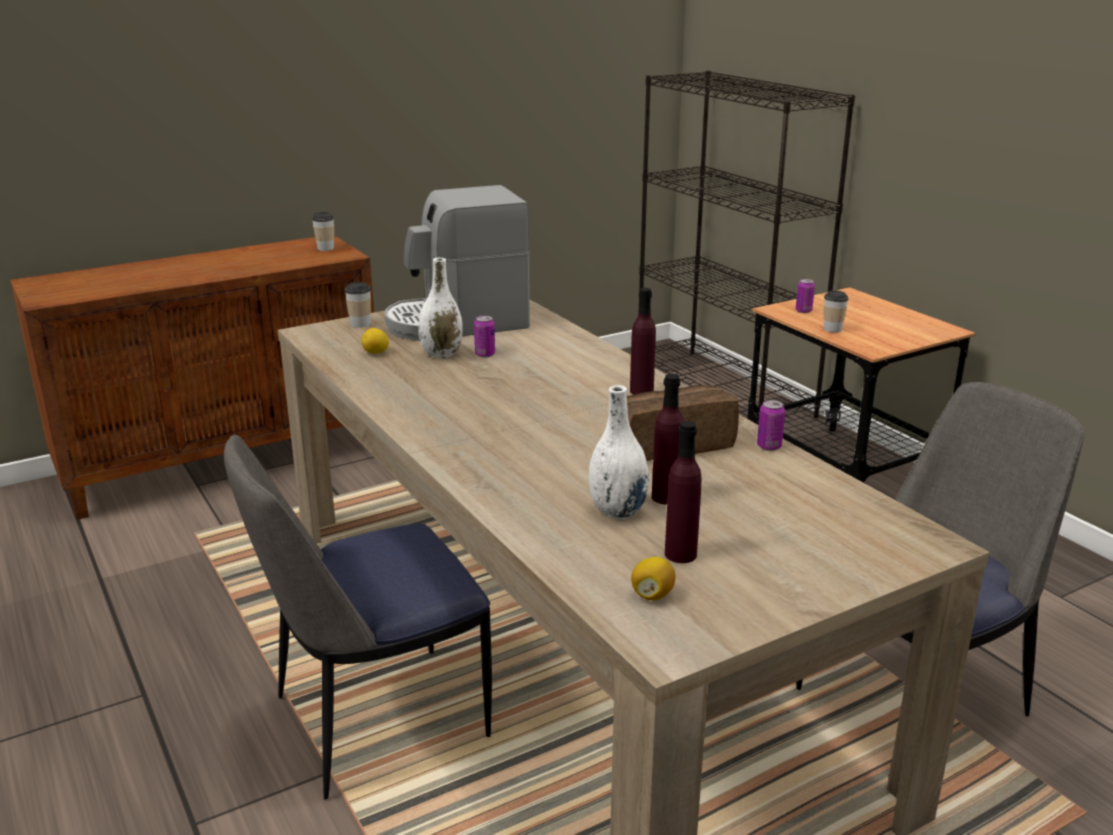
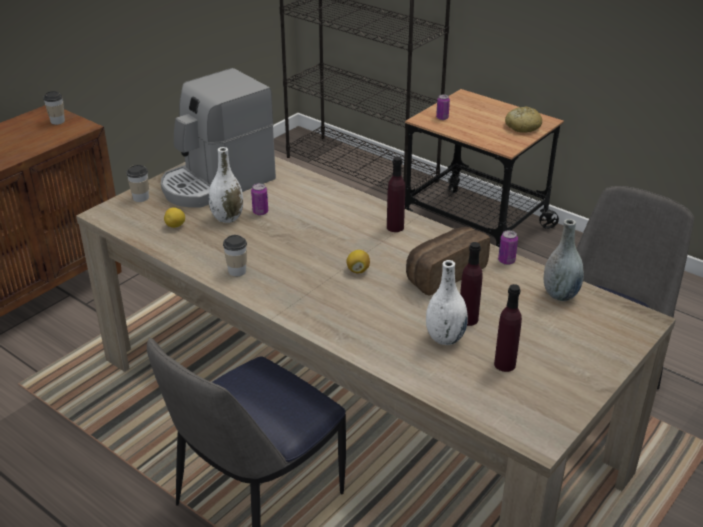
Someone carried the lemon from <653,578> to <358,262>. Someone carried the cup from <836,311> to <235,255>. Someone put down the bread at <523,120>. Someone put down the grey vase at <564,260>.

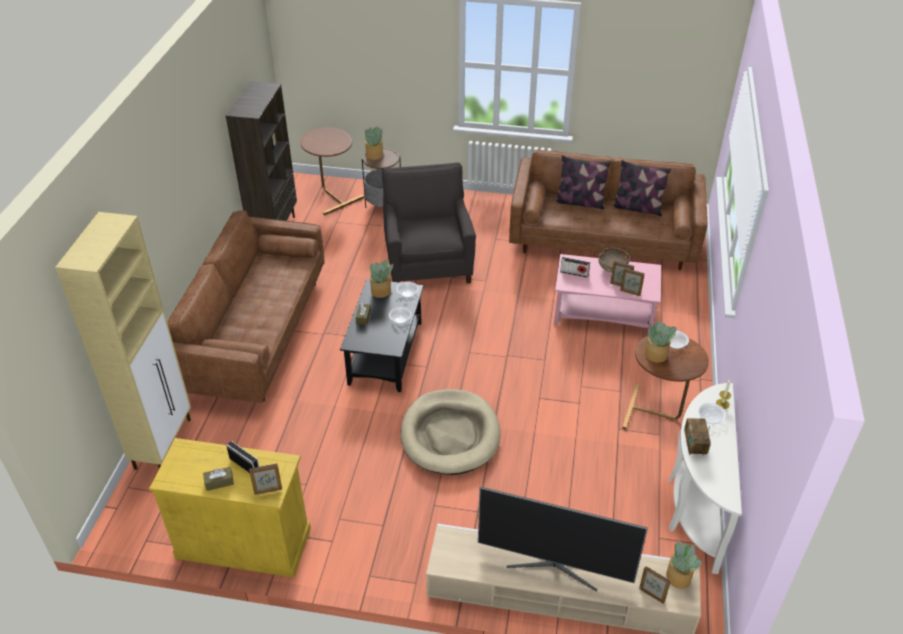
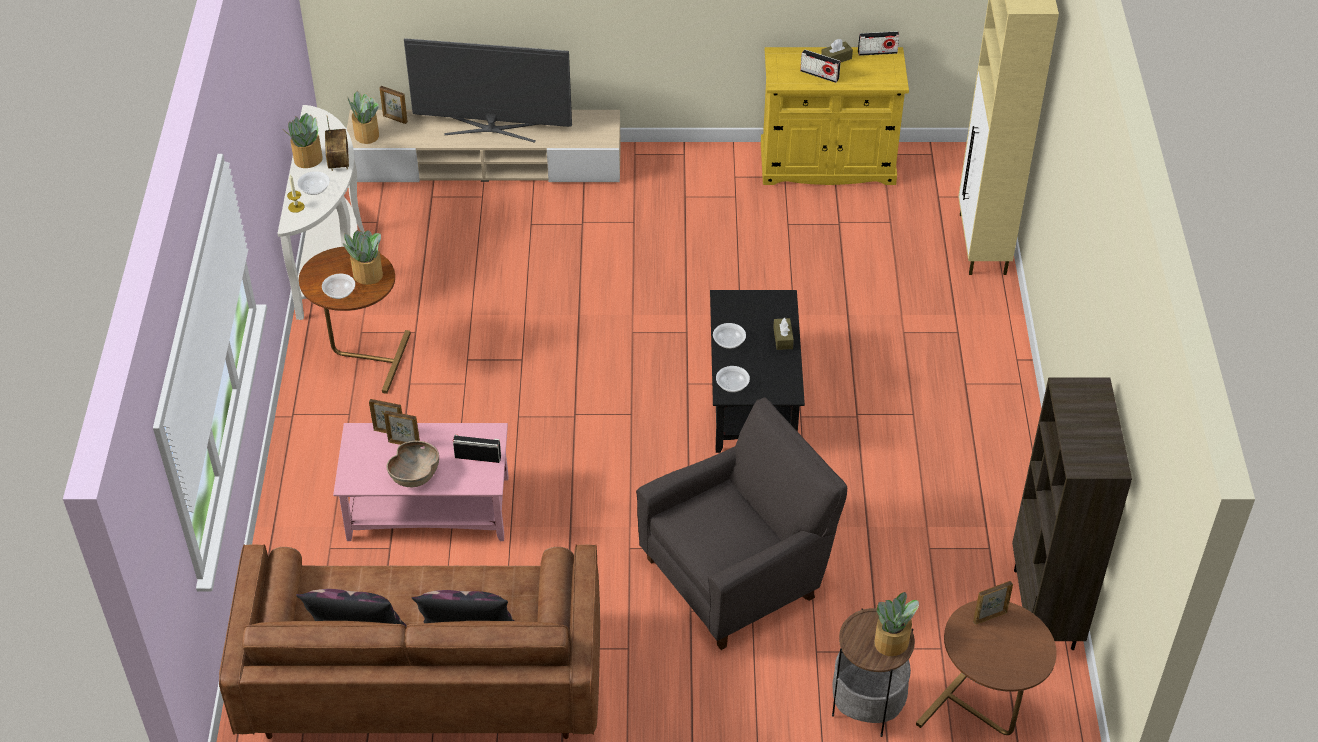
Someone took away the brown sofa at <246,306>. Someone carried the picture frame from <265,479> to <993,603>. Someone carried the potted plant from <381,279> to <303,140>. Someone rotated the grey armchair at <429,223> by 105 degrees counterclockwise. Someone took away the beige dog bed at <450,432>. Someone put down the radio at <878,43>.

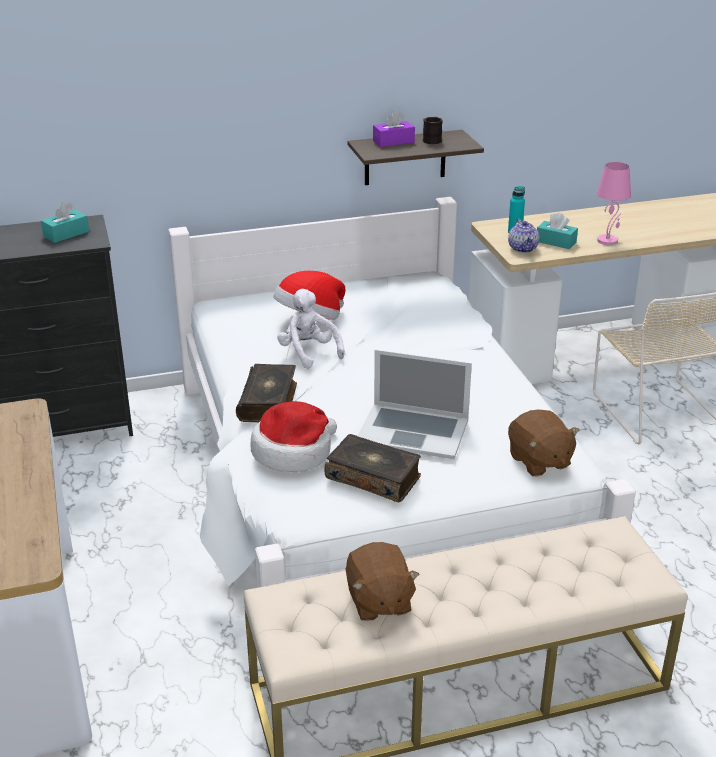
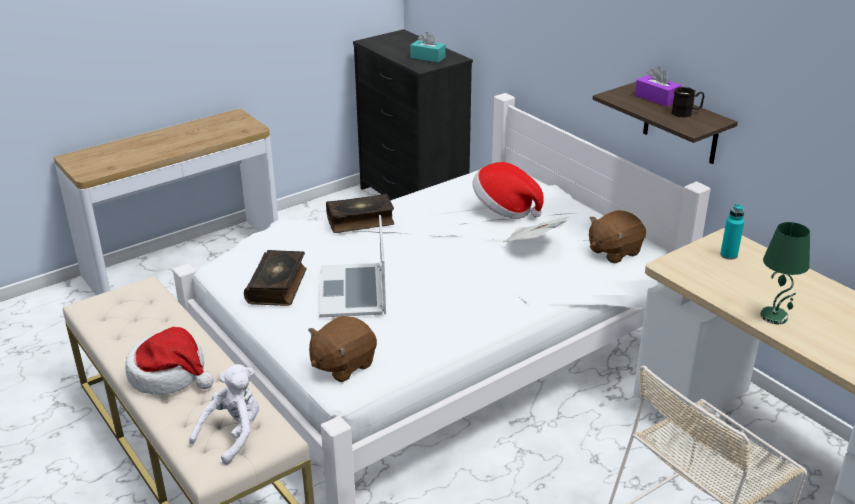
Someone carried the hat from <294,436> to <169,361>. Someone carried the white plush toy from <311,329> to <224,414>. Someone carried the brown plush toy from <383,581> to <617,236>. Someone took away the teapot at <523,236>. Someone took away the turquoise tissue box at <557,231>. Someone repainted the pink table lamp at <613,203>, which became the green table lamp at <785,273>. Someone put down the newspaper at <536,229>.

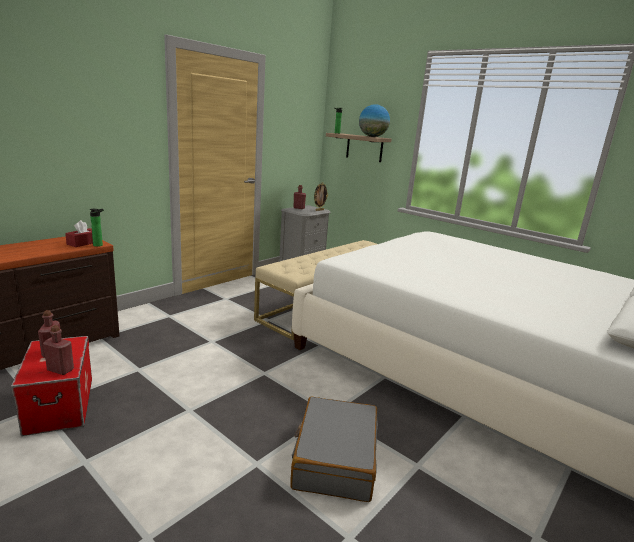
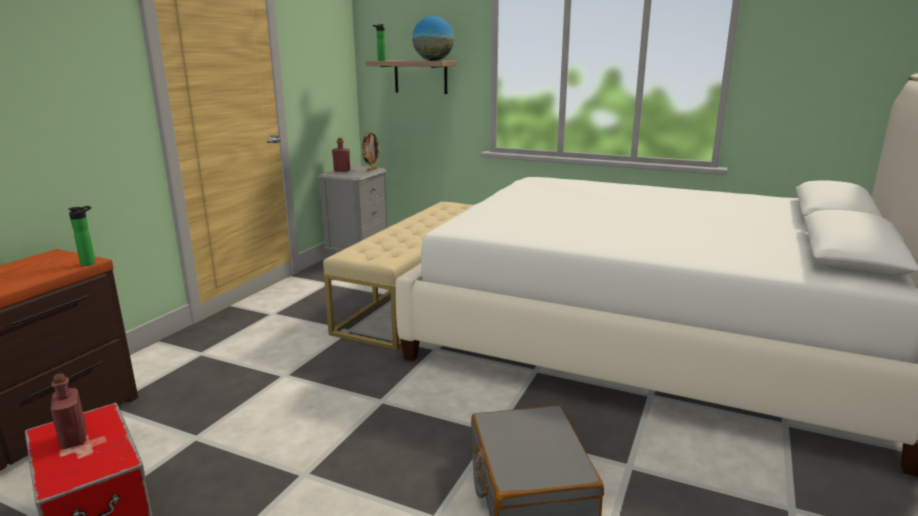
Someone took away the red bottle at <58,350>. Someone took away the red tissue box at <79,233>.

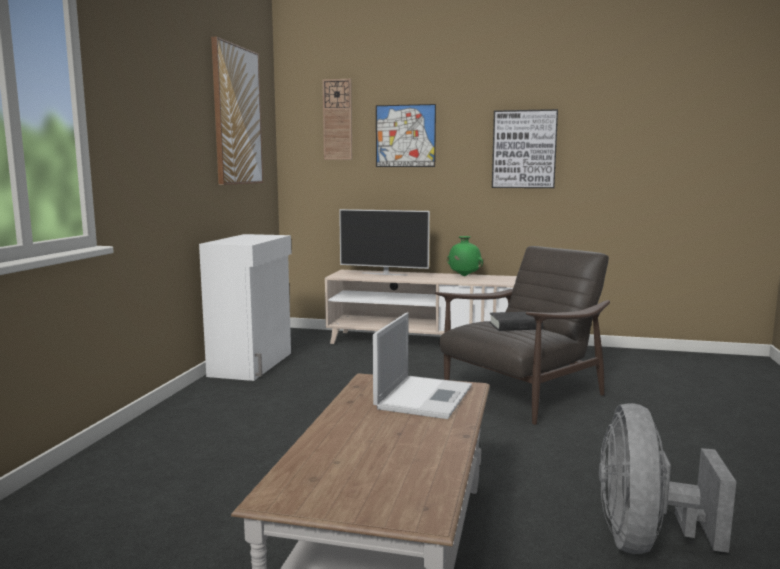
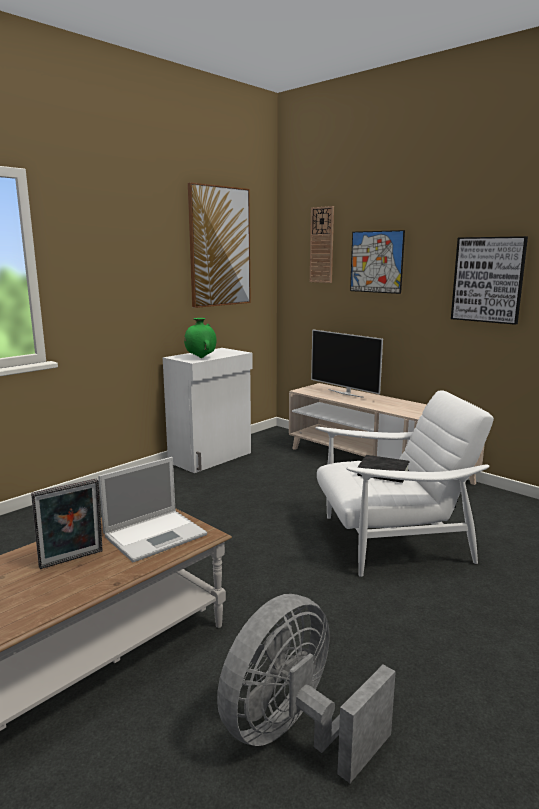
Someone repainted the brown armchair at <522,335>, which became the white armchair at <404,483>. Someone carried the green vase from <465,256> to <200,338>. Someone put down the picture frame at <67,523>.

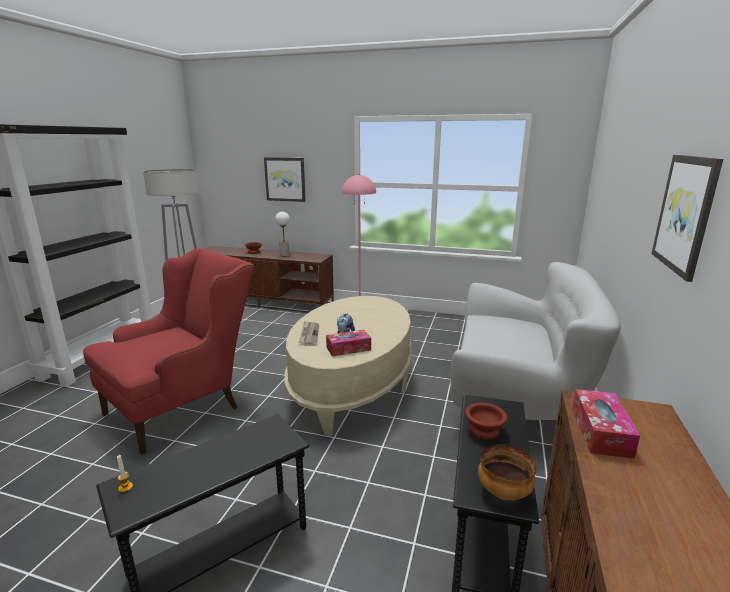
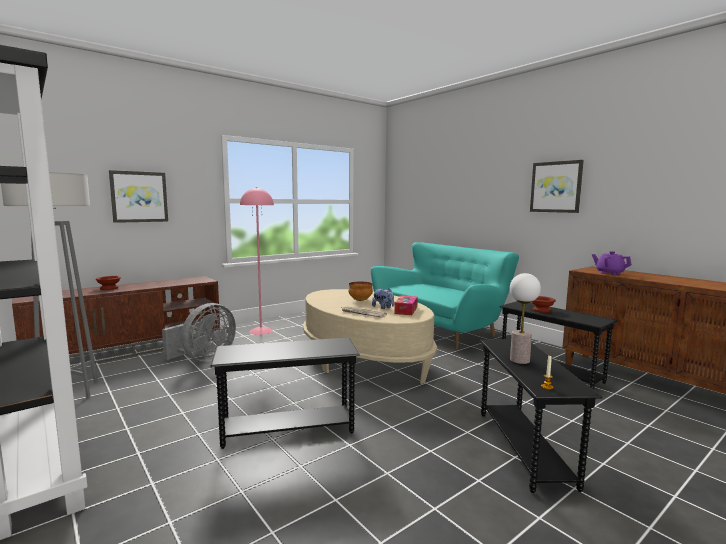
Someone swapped the red armchair at <168,351> for the black side table at <285,393>. Someone carried the table lamp from <282,234> to <525,318>. Someone repainted the white sofa at <535,341>, which became the turquoise sofa at <445,295>. Someone carried the bowl from <507,472> to <361,291>. Someone swapped the tissue box at <606,424> for the purple teapot at <612,263>. Someone put down the grey fan at <199,332>.

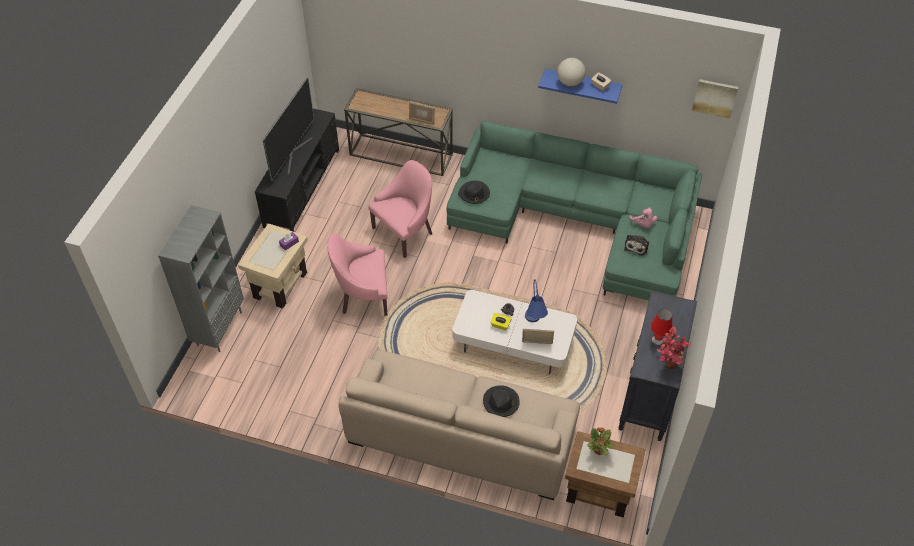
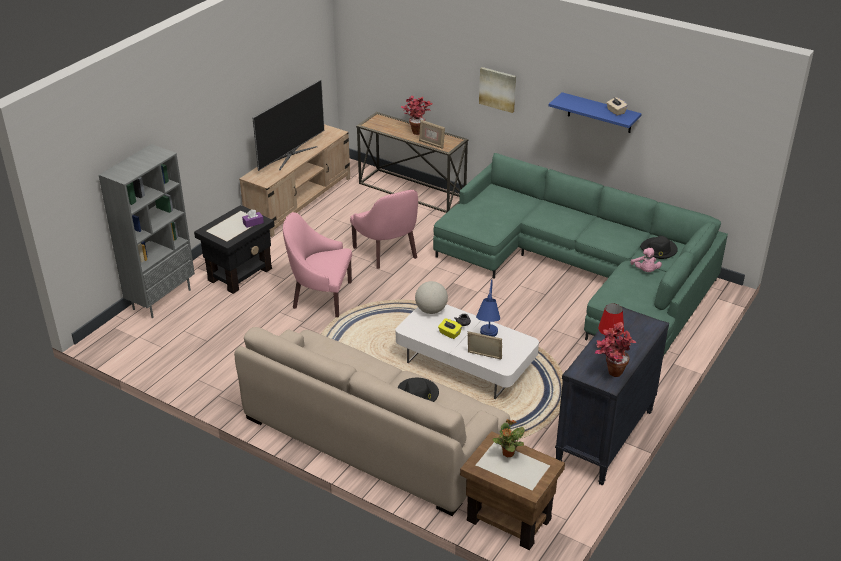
Someone repainted the beige side table at <273,266>, which became the black side table at <234,249>. Someone repainted the black tv stand at <297,170>, which became the beige tv stand at <294,180>. Someone rotated the pink armchair at <400,209> by 90 degrees clockwise. Someone carried the black hat from <474,192> to <659,247>. Someone carried the globe from <571,72> to <431,297>. Someone took away the plush toy at <636,245>. Someone carried the picture from <715,99> to <497,90>. Someone put down the potted plant at <416,115>.

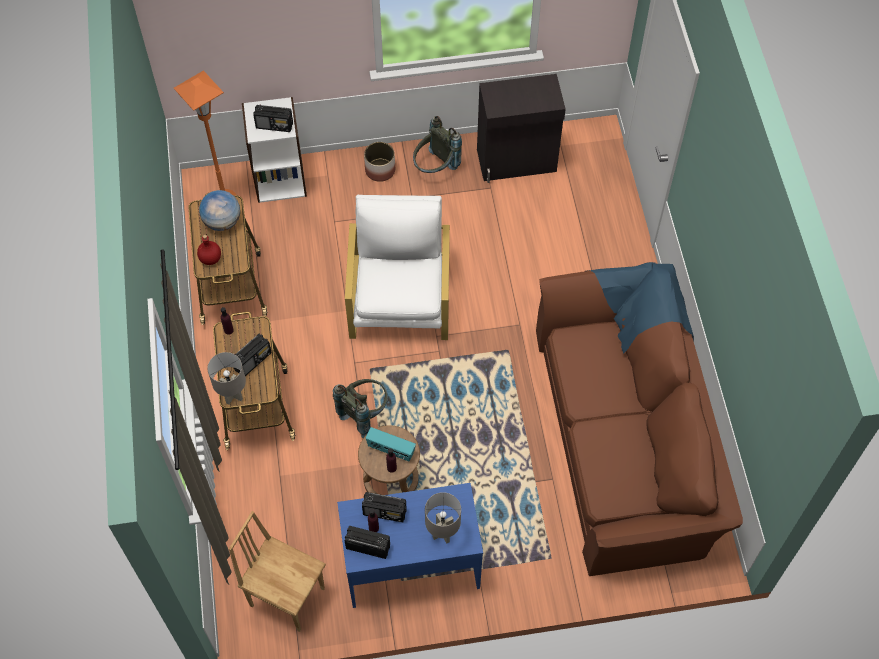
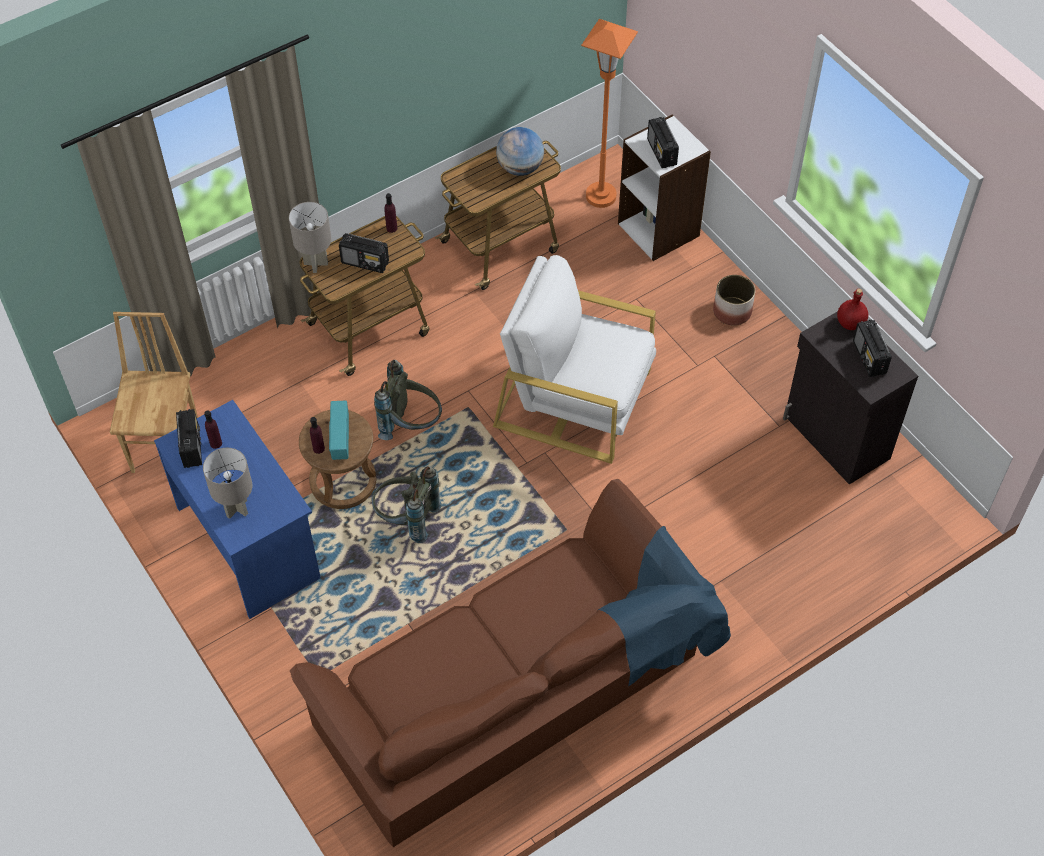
Someone carried the red bottle from <209,250> to <852,309>. Someone rotated the white armchair at <397,267> by 135 degrees counterclockwise. Someone carried the radio from <384,507> to <872,348>. Someone carried the grey backpack from <437,144> to <406,504>.

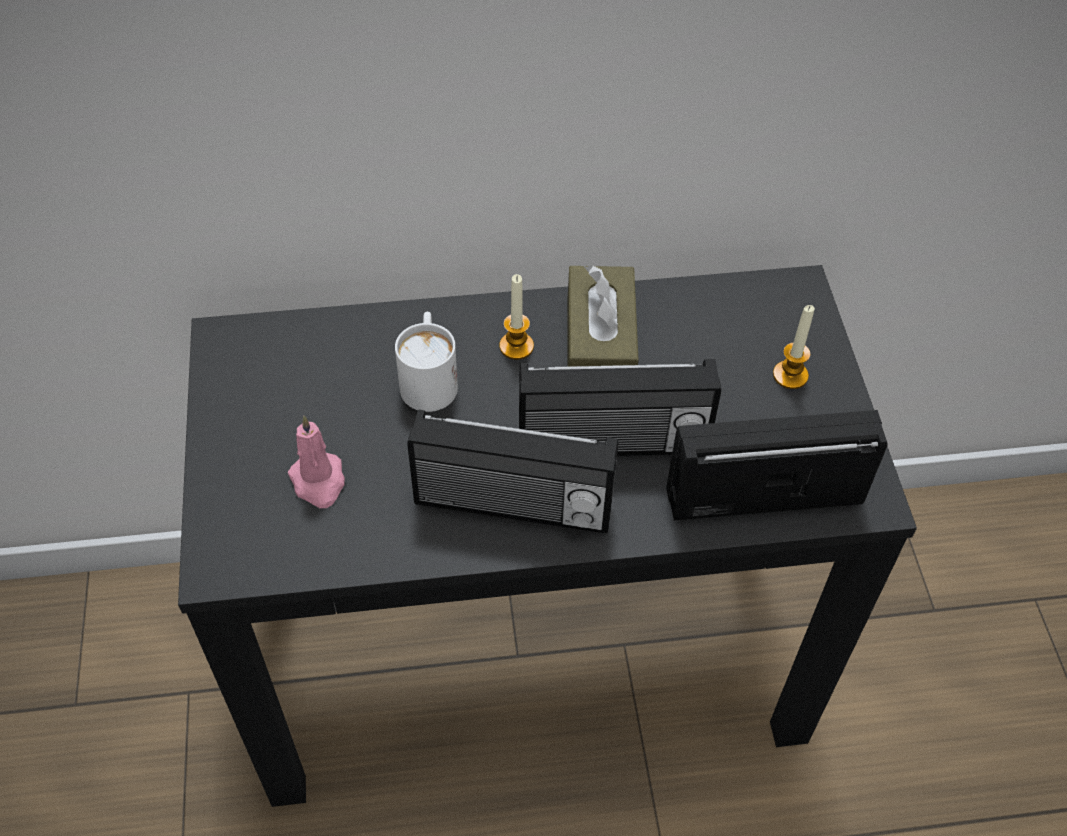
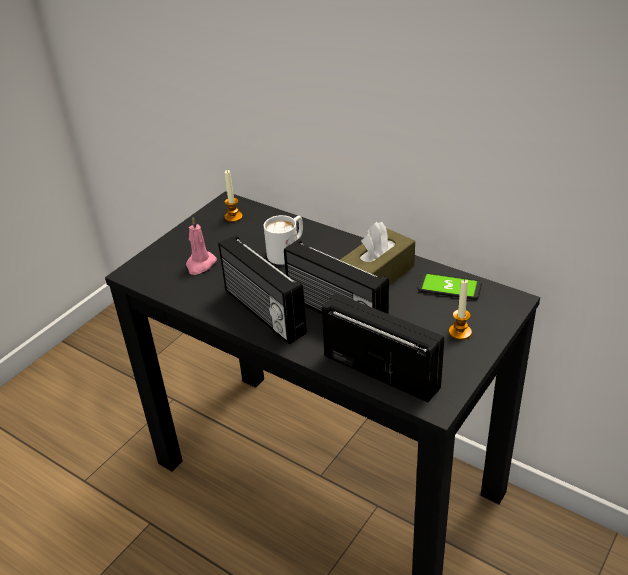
Someone carried the candle from <516,317> to <233,196>. Someone put down the phone at <450,286>.

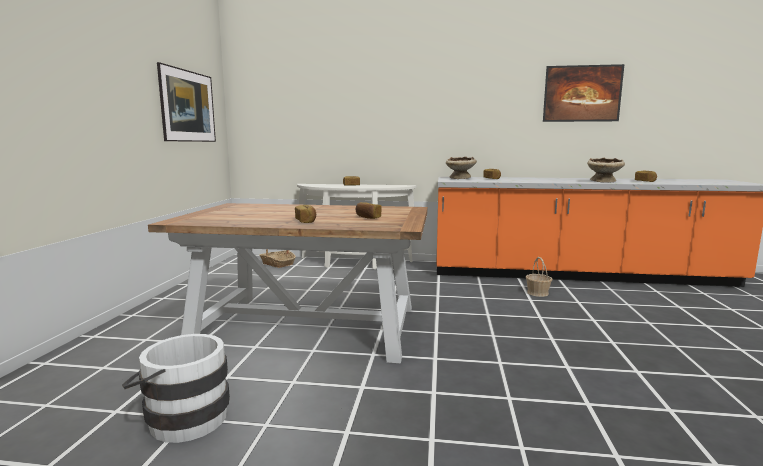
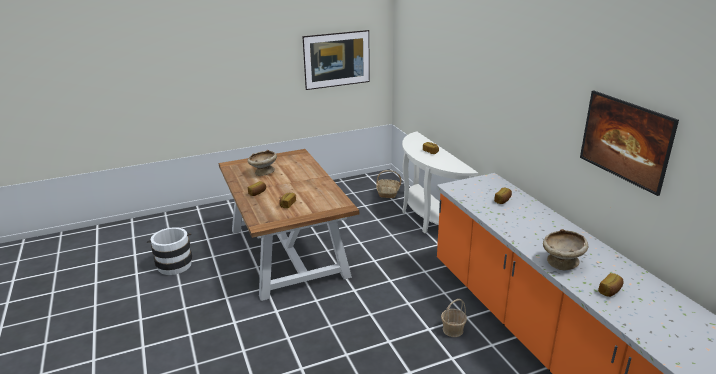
Someone carried the beige bowl from <461,167> to <262,163>.

